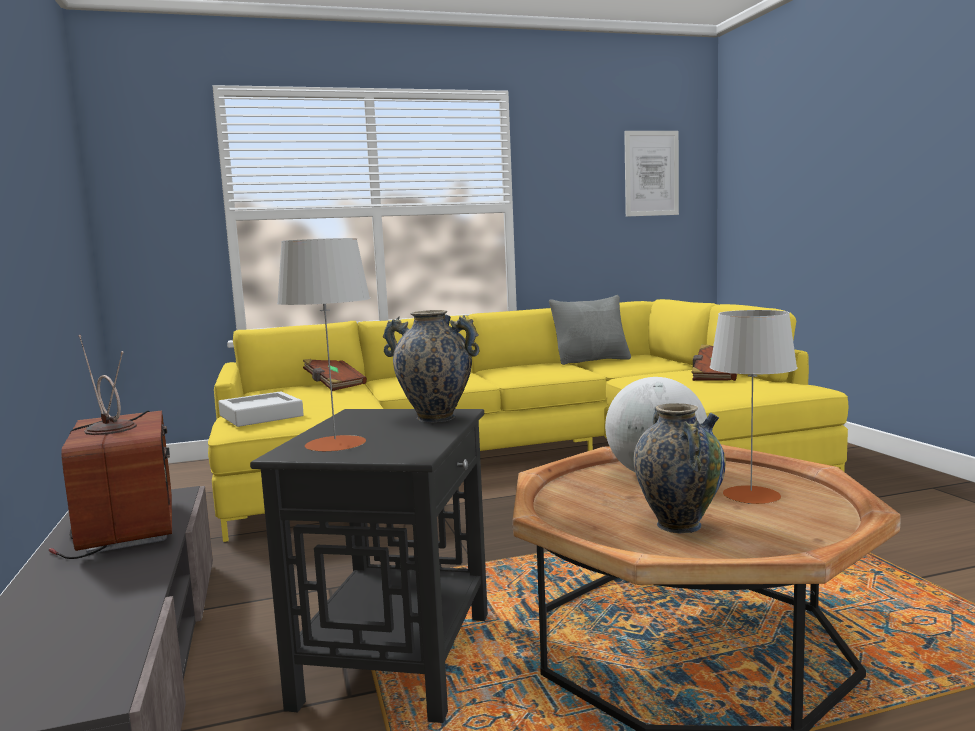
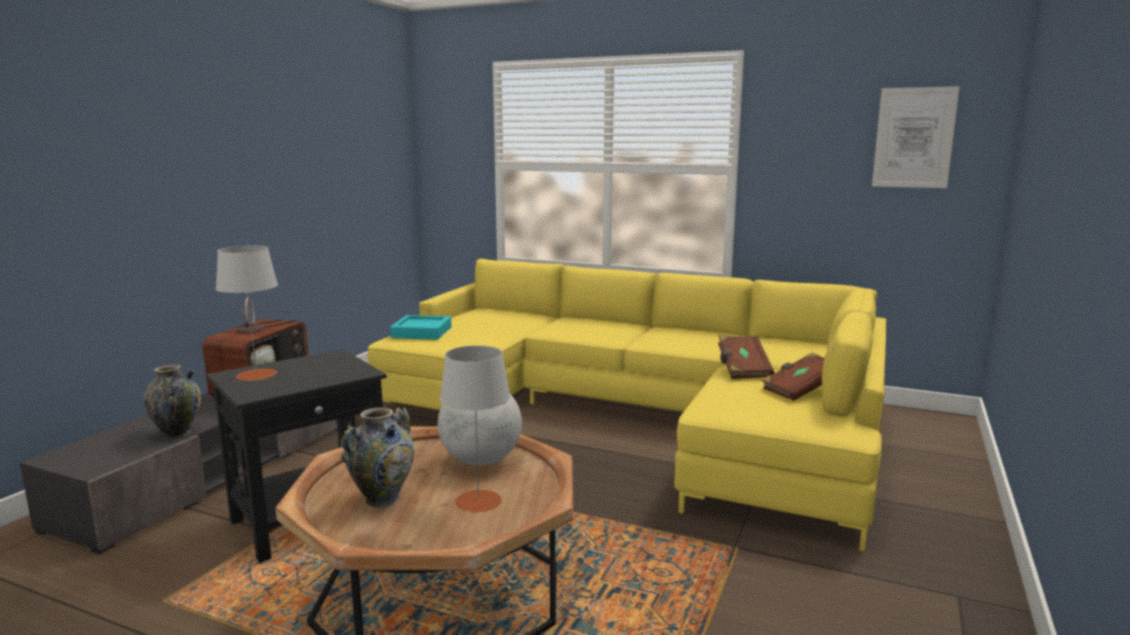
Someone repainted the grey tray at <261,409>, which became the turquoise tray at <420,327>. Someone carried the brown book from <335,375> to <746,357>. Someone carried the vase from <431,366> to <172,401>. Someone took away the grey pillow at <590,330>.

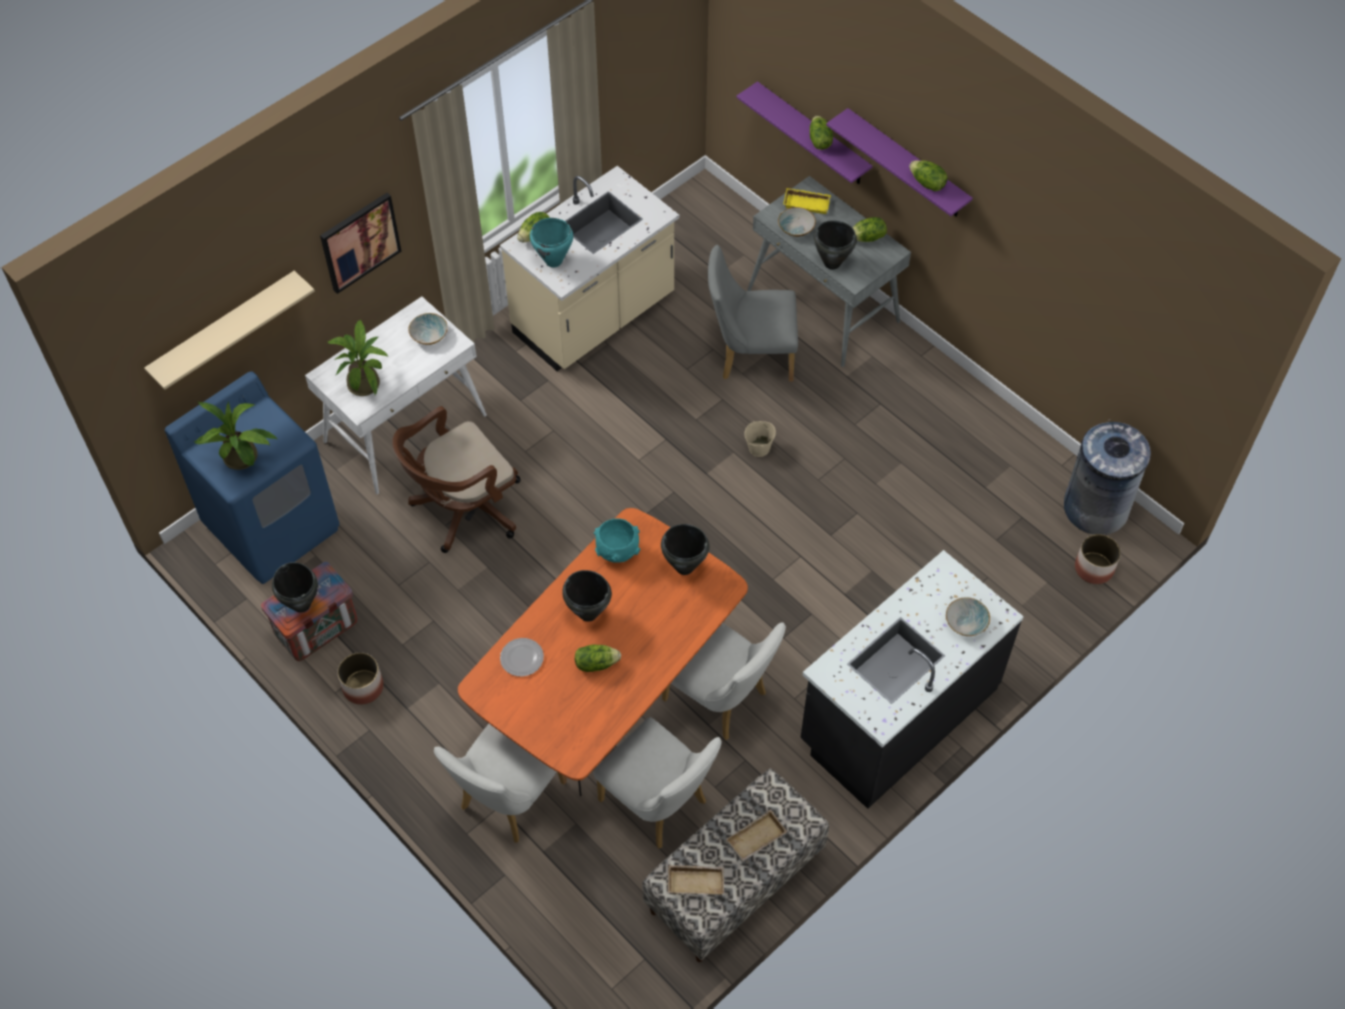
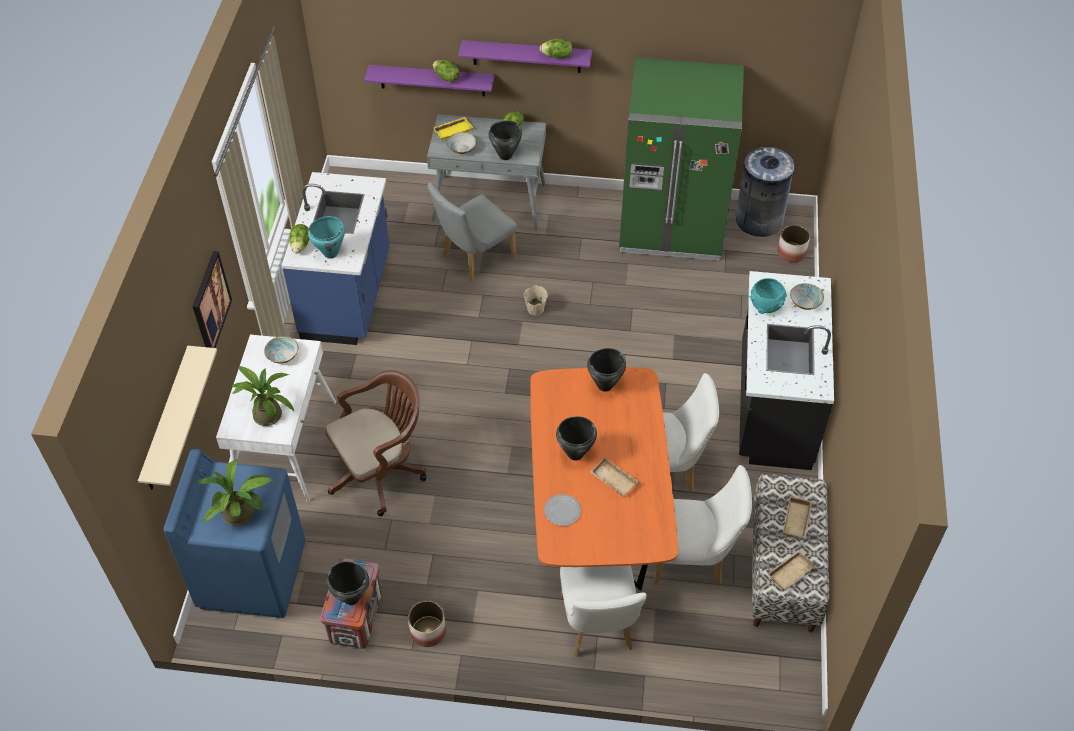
Someone rotated the brown office chair at <456,479> by 135 degrees counterclockwise. Someone repainted the beige counter at <589,268>, which became the blue counter at <335,258>. Someone swapped the lettuce at <598,658> for the beige tray at <614,476>. Someone carried the turquoise bowl from <617,541> to <768,296>. Someone put down the green fridge at <681,159>.

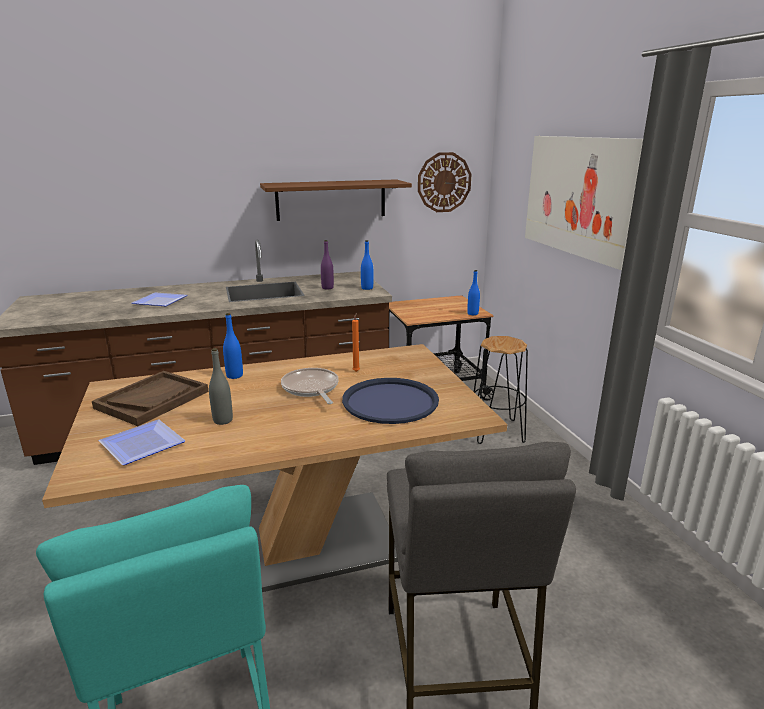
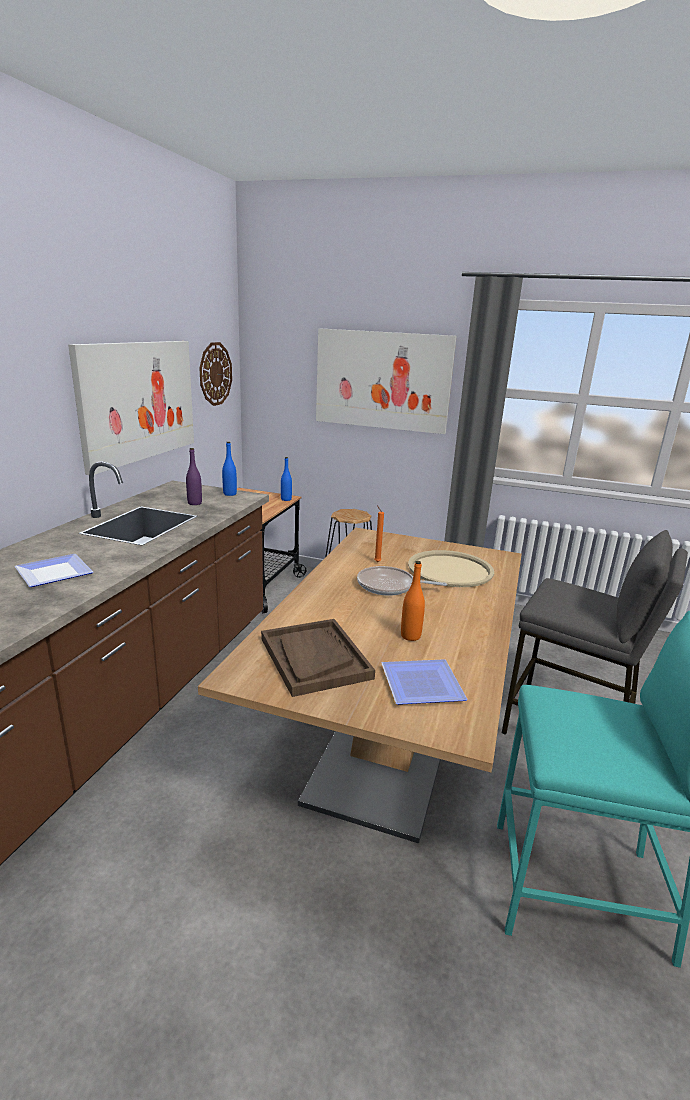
Someone repainted the grey bottle at <221,386>, which became the orange bottle at <413,601>. Someone took away the blue bottle at <233,346>. Someone swapped the brown shelf at <336,200> for the picture at <131,408>. Someone repainted the blue tray at <390,401>, which became the beige tray at <451,568>.

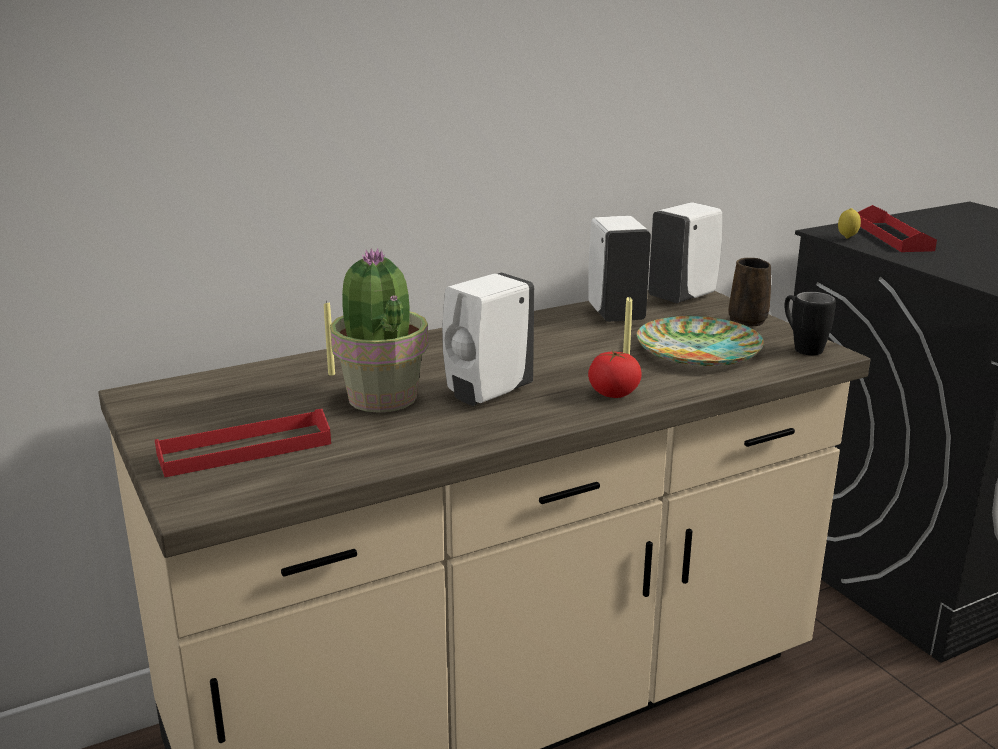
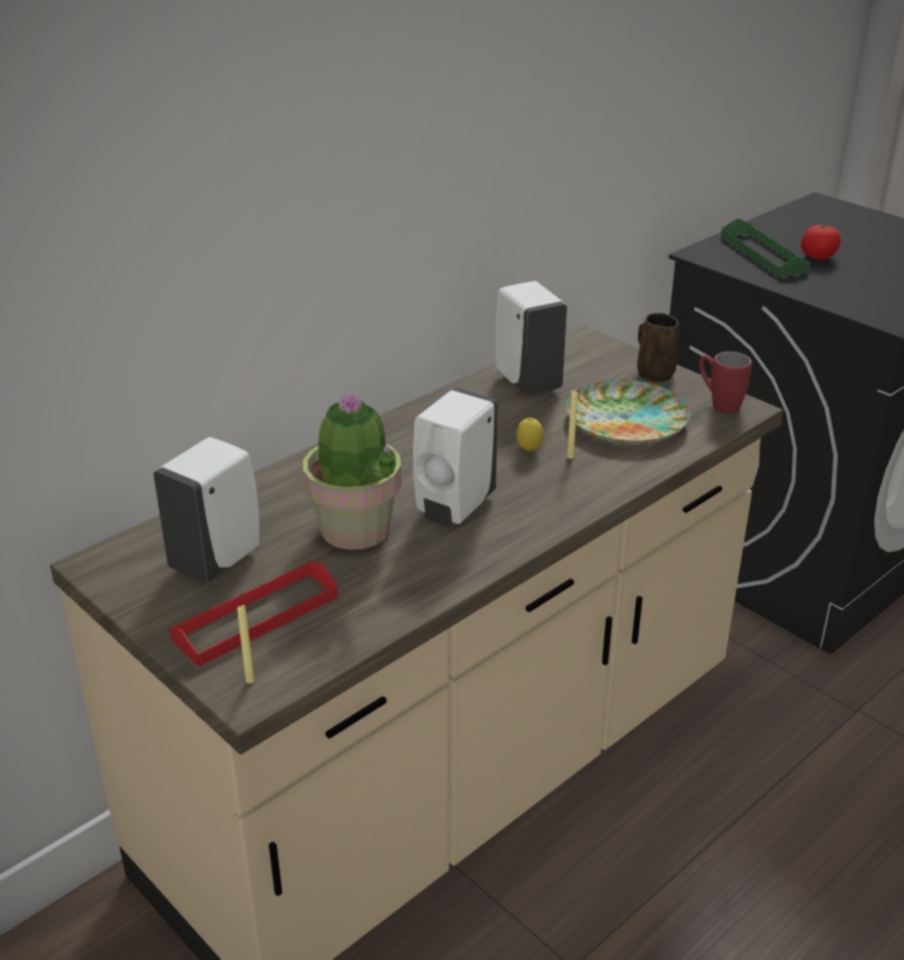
Someone carried the yellow candle from <329,338> to <245,644>. Someone carried the tomato from <615,374> to <821,242>. Someone carried the white soap dispenser from <685,252> to <206,510>. Someone repainted the black mug at <810,323>, which became the red mug at <725,382>. Someone carried the lemon from <849,223> to <530,434>. Someone repainted the red tray at <897,228>, which became the green tray at <765,247>.

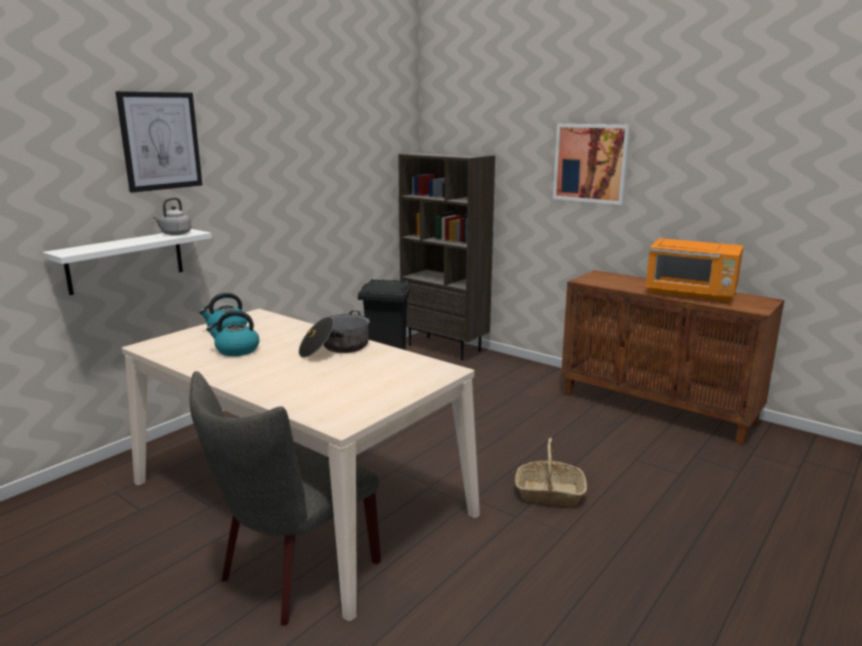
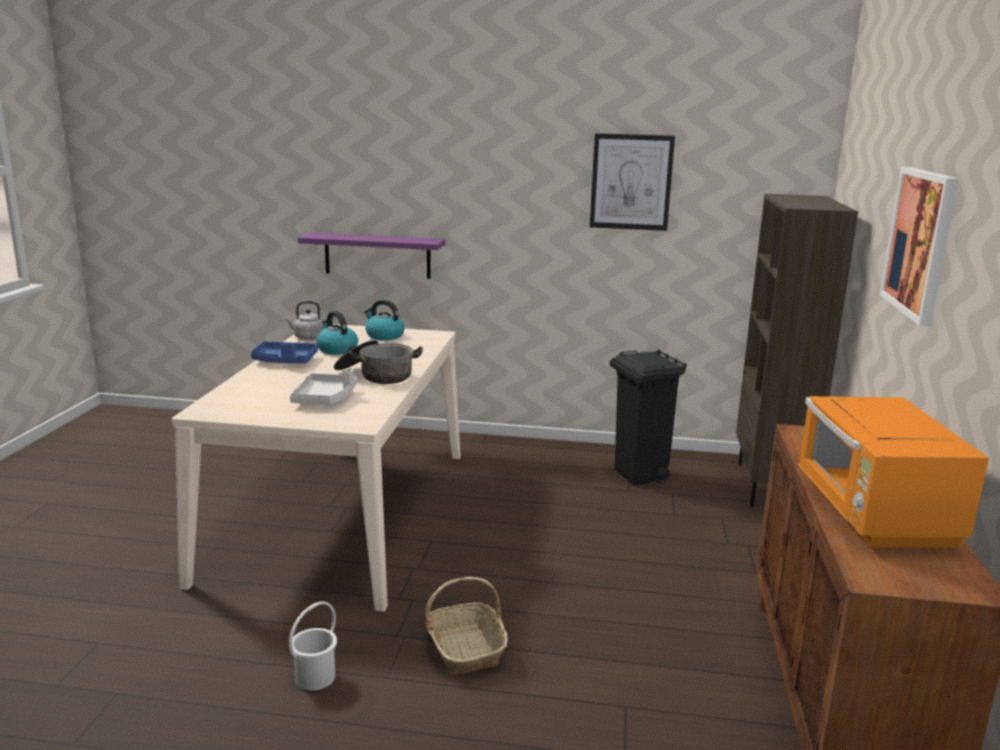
Someone repainted the white shelf at <127,262>, which became the purple shelf at <371,255>. Someone carried the picture from <159,142> to <632,182>. Someone carried the grey kettle from <172,216> to <304,320>. Someone took away the grey chair at <285,498>. Someone put down the blue tray at <284,352>. Someone put down the white bucket at <313,646>. Someone put down the grey tray at <323,386>.

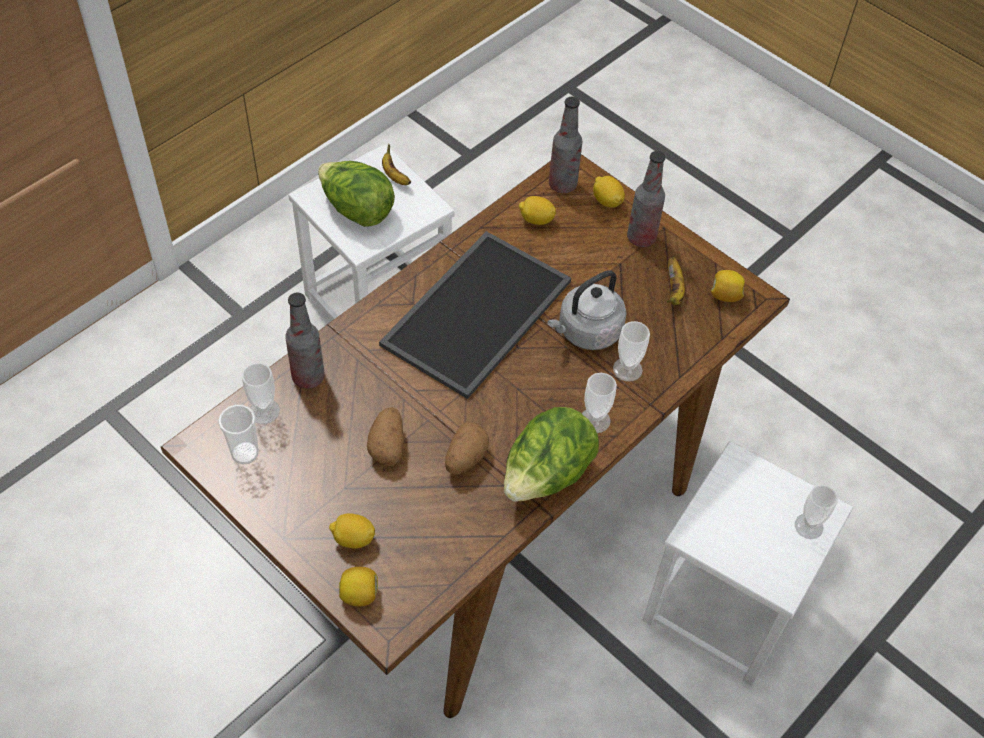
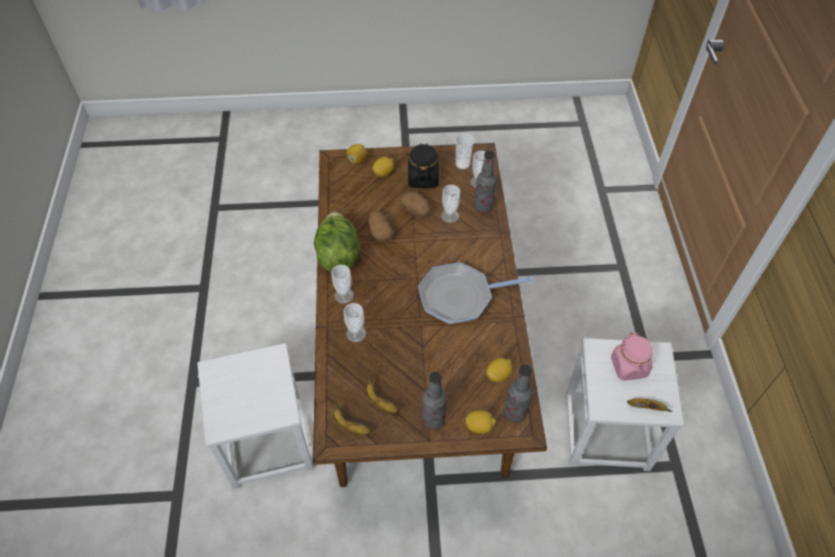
Someone swapped the lettuce at <356,194> for the pink jar at <632,356>. Someone swapped the tray at <475,315> for the frying pan at <475,293>. Someone took away the grey kettle at <587,310>. Someone swapped the lemon at <728,286> for the banana at <352,417>. Someone carried the cup from <816,512> to <450,204>. Someone put down the black jar at <423,165>.

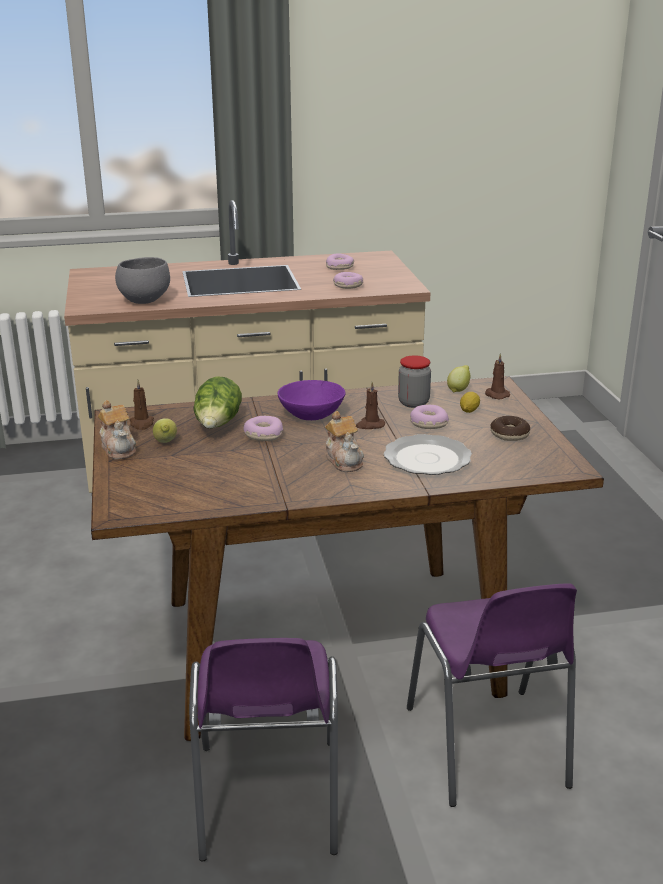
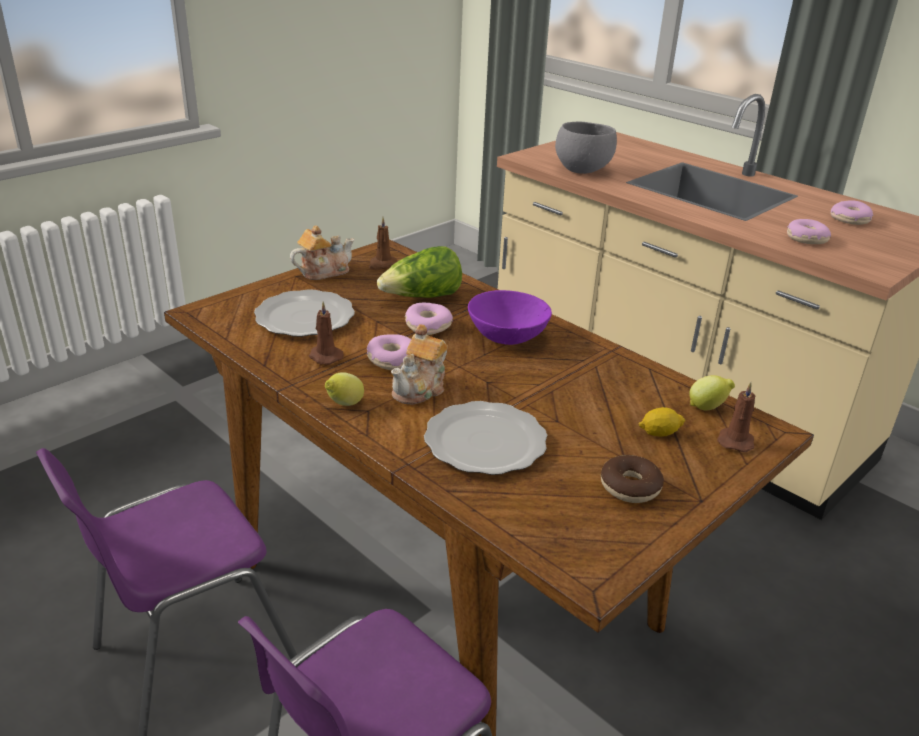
Someone rotated the teapot at <117,429> by 150 degrees counterclockwise. Someone carried the lemon from <165,430> to <344,389>. Someone carried the brown candle from <370,405> to <326,333>. Someone took away the jar at <414,381>. Someone carried the donut from <429,417> to <389,352>. Someone put down the plate at <304,313>.

